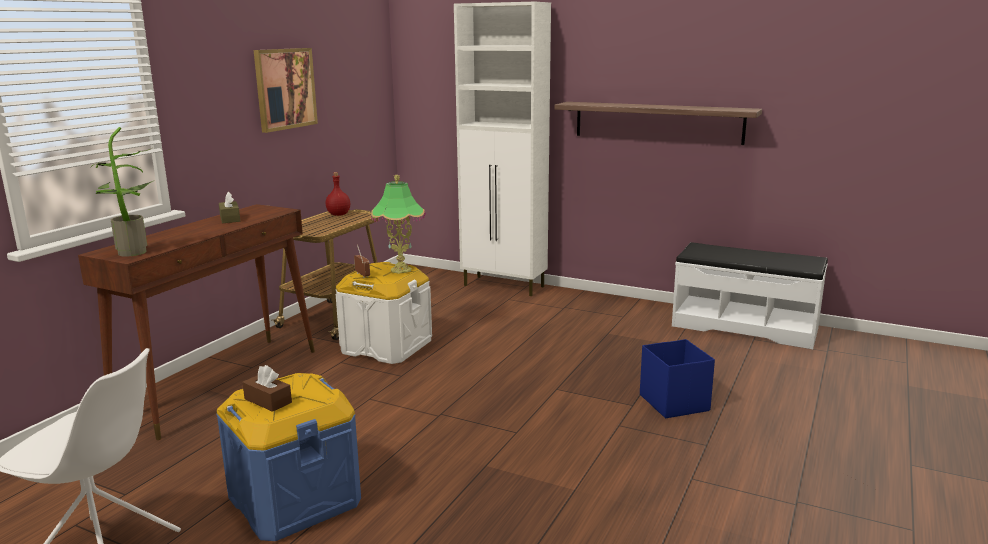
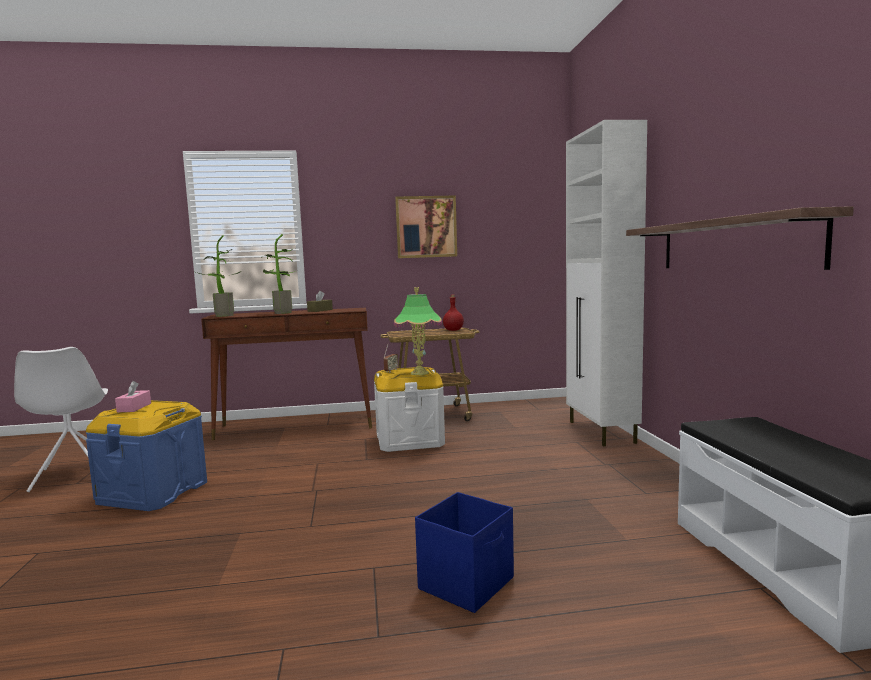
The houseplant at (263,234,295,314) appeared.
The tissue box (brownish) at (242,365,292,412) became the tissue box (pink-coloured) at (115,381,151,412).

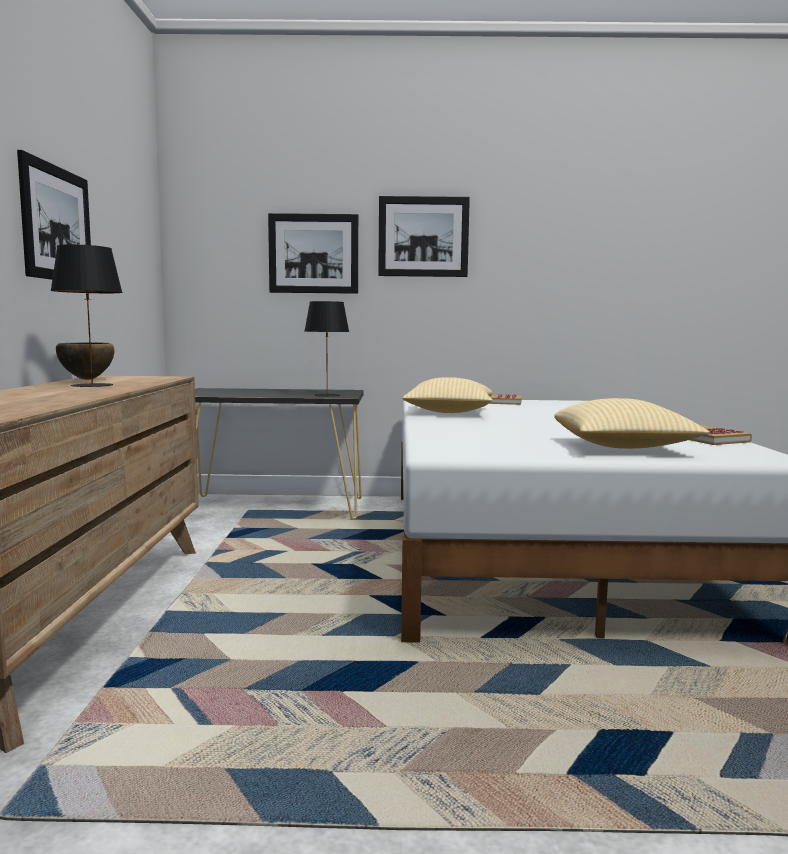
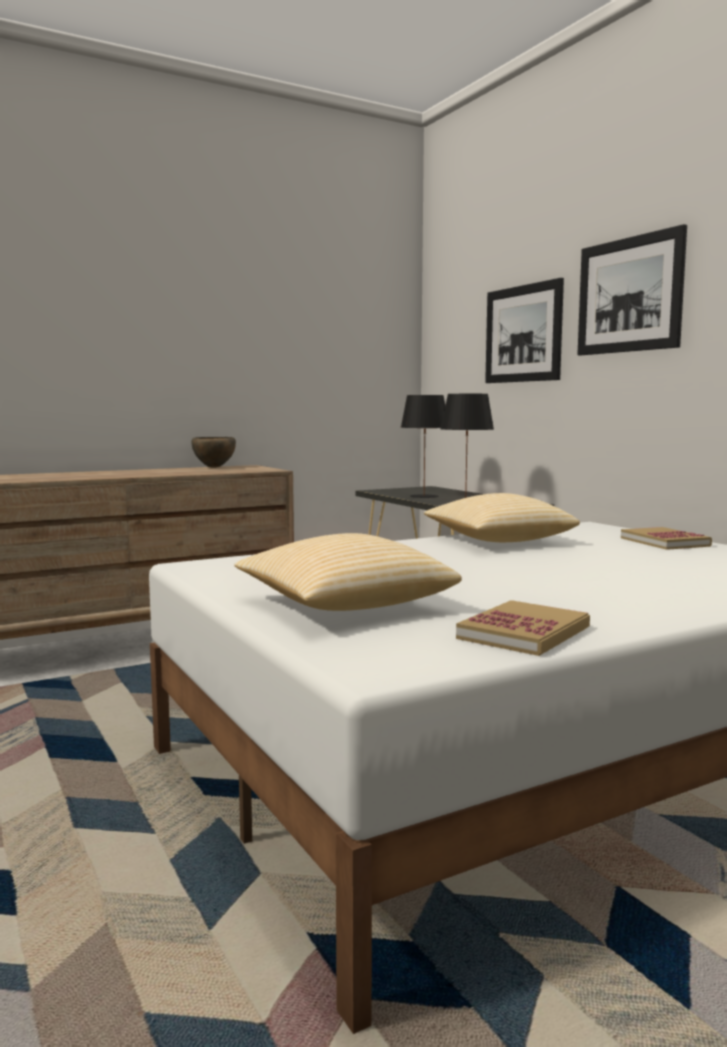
The wall art at (17,150,91,280) disappeared.
The tabletop lamp (black) moved from (50,244,123,387) to (401,395,445,498).

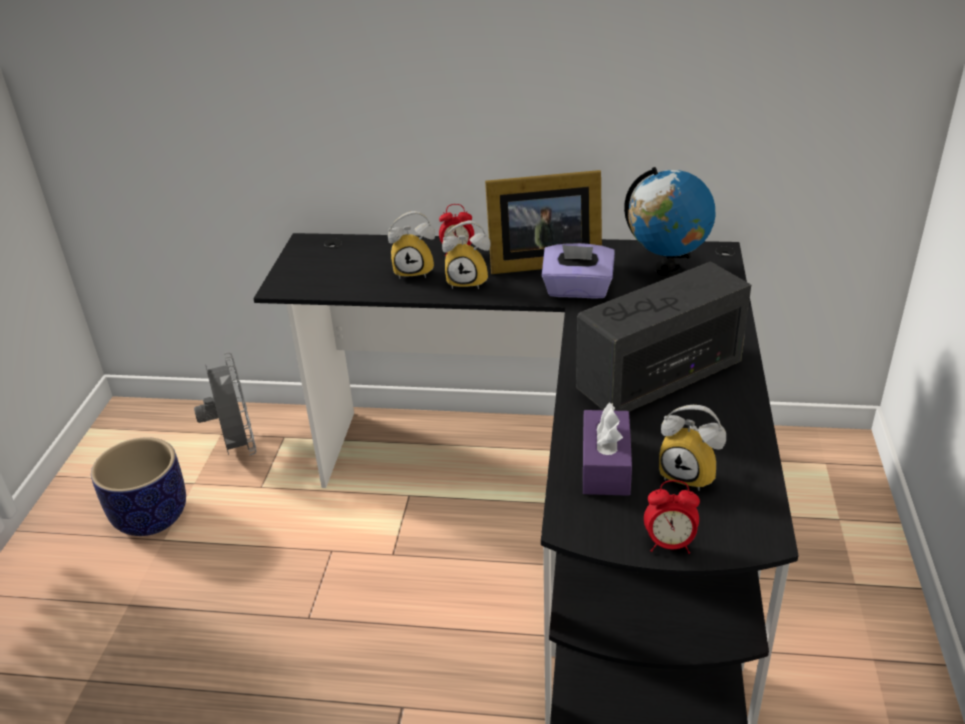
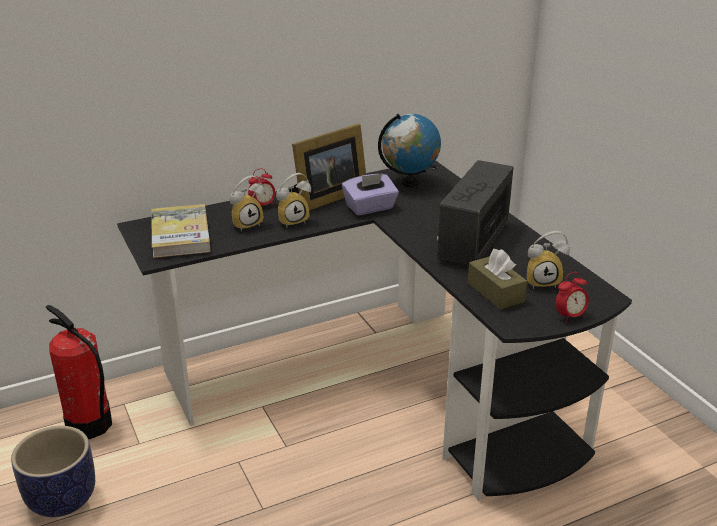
The book at (152,204,211,258) appeared.
The fan (greyish) at (194,352,256,455) was replaced by the extinguisher at (46,305,112,439).
The tissue box (purple) at (583,403,632,496) became the tissue box (brownish) at (468,249,527,310).

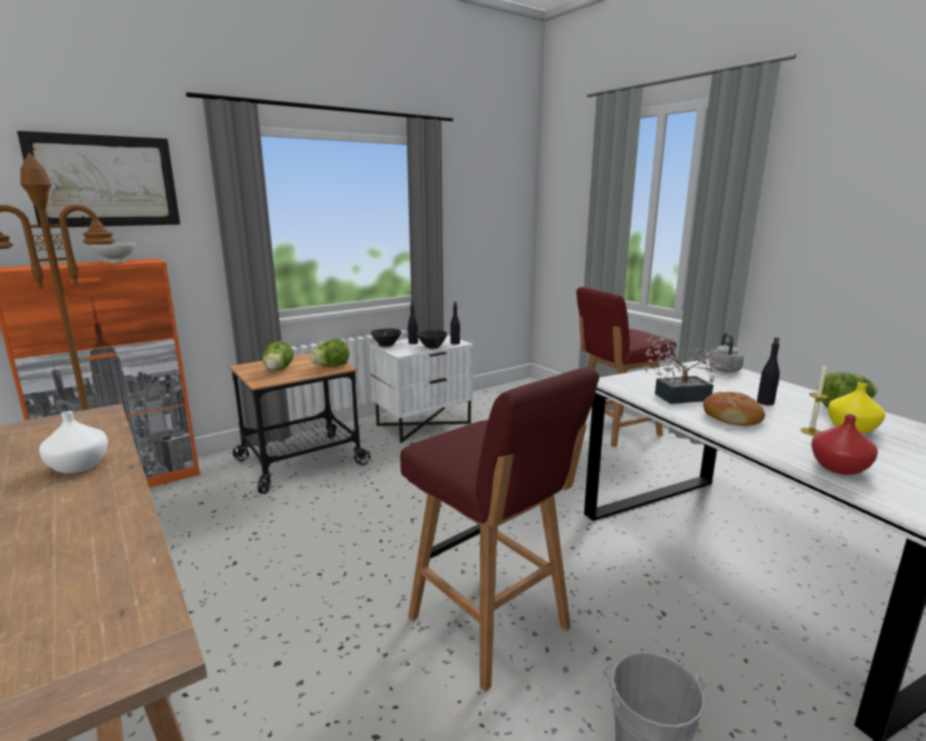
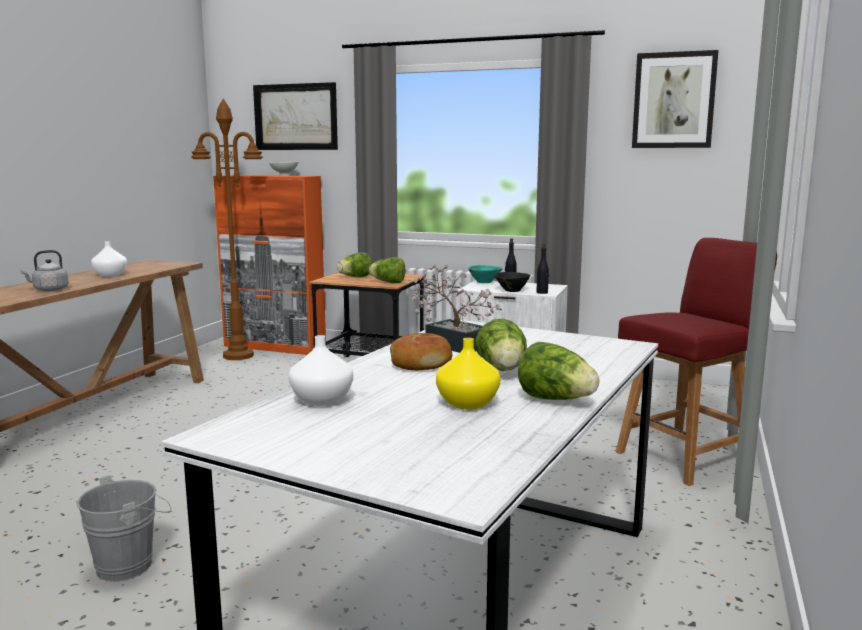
The stool seat (red) at (400,367,599,691) disappeared.
The candle at (800,363,829,436) disappeared.
The wall art at (632,50,719,148) appeared.
The water kettle (greyish) moved from (709,333,744,372) to (20,250,69,291).
The bottle (black) at (757,337,780,405) was replaced by the lettuce at (475,318,527,371).
The serving bowl (black) at (371,328,402,347) became the serving bowl (turquoise-coloured) at (468,265,502,283).
The vase (red) at (811,414,878,475) became the vase (whitish) at (289,335,353,406).
The chair (red) at (576,287,676,447) turned 120 degrees clockwise.

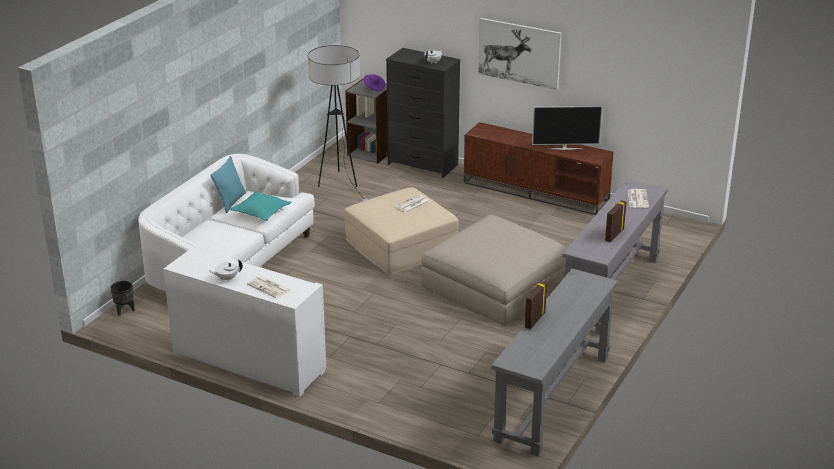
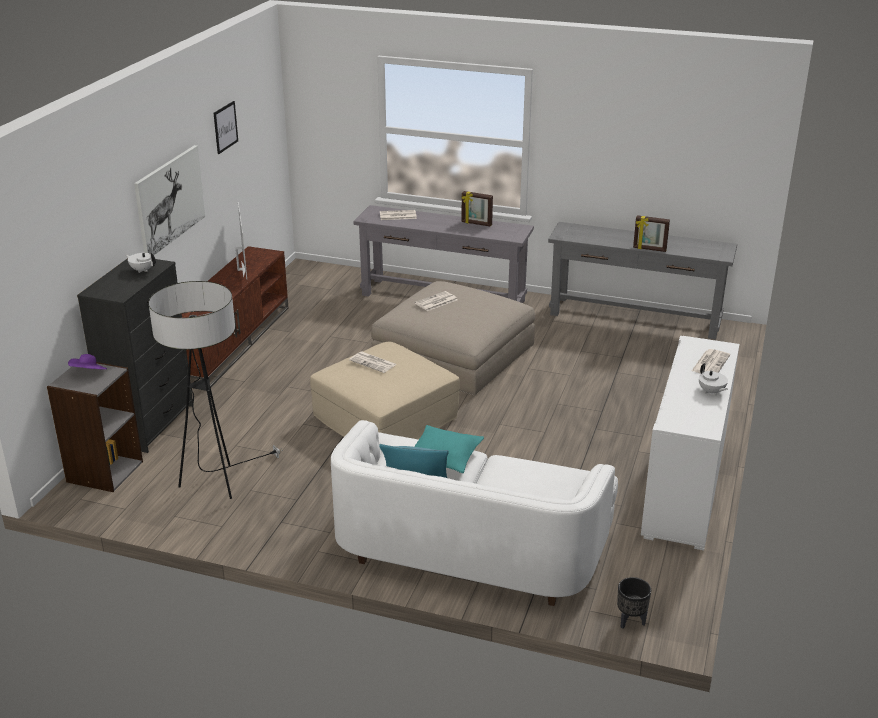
The wall art at (214,101,238,154) appeared.
The printed paper at (415,291,457,311) appeared.

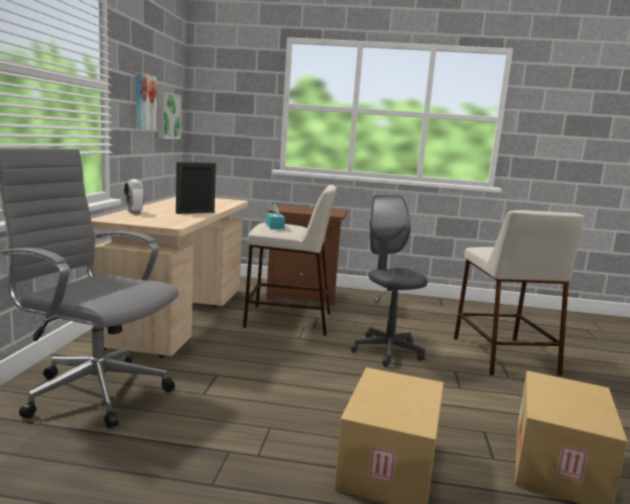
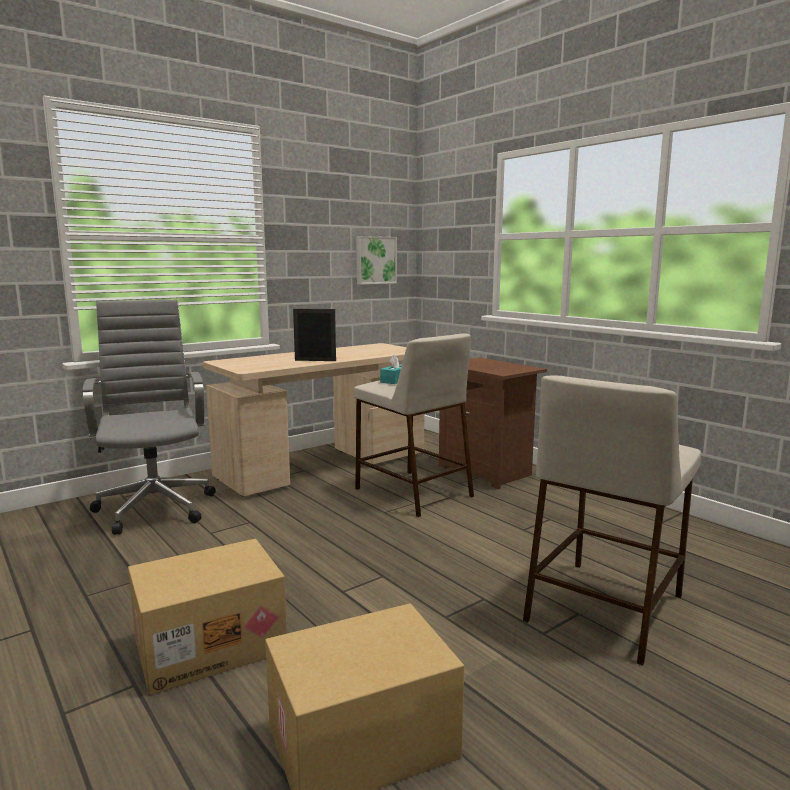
The bedside clock at (124,179,145,214) disappeared.
The wall art at (136,72,157,130) disappeared.
The office chair (greyish) at (350,195,428,367) disappeared.

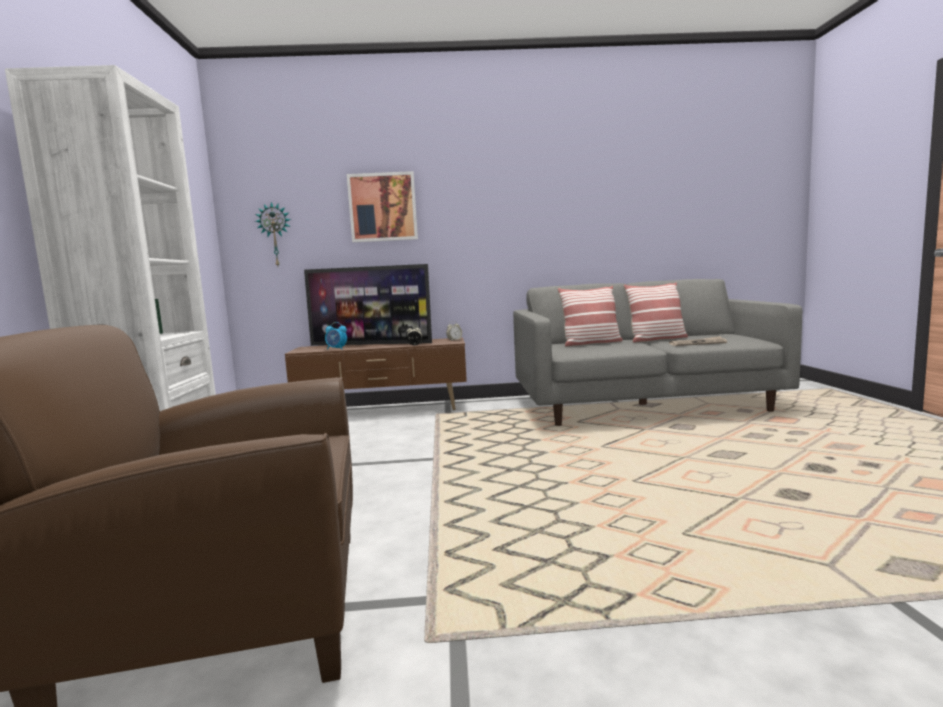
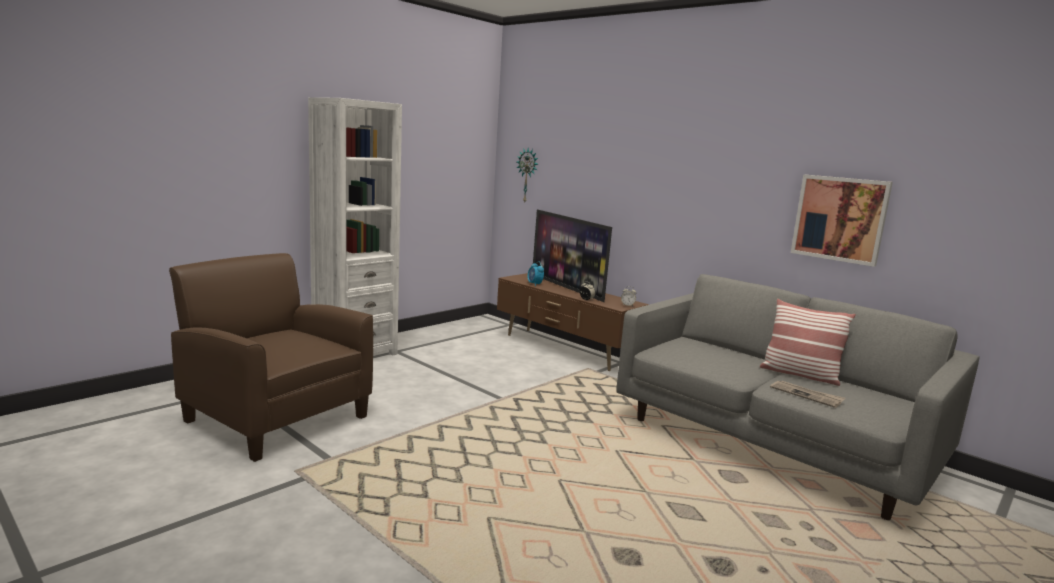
The cushion at (557,286,623,347) disappeared.
The wall art moved from (347,171,418,242) to (791,175,893,267).

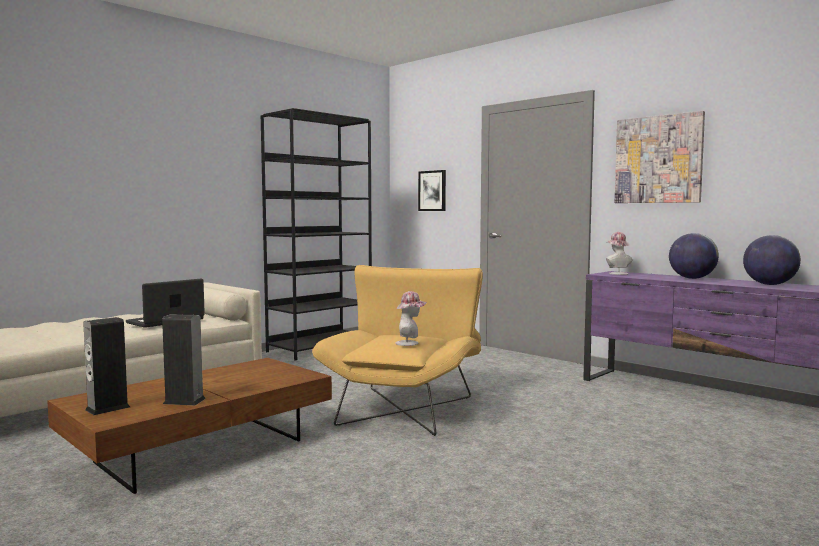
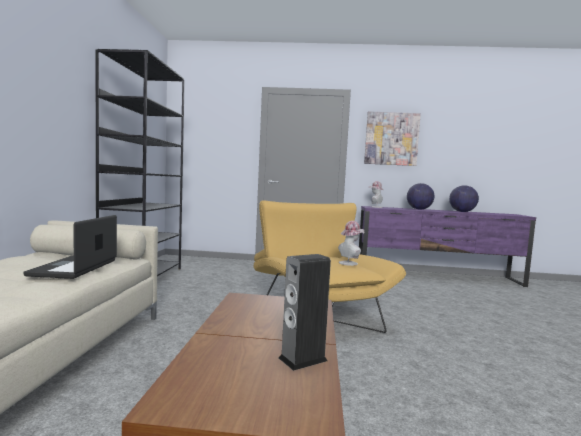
The speaker at (83,317,130,415) disappeared.
The wall art at (418,170,446,211) disappeared.

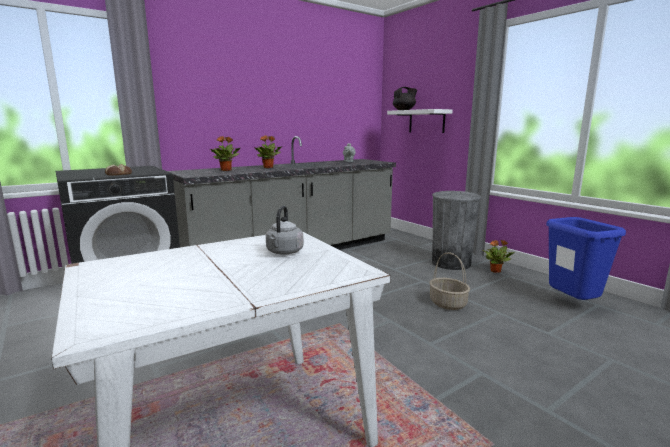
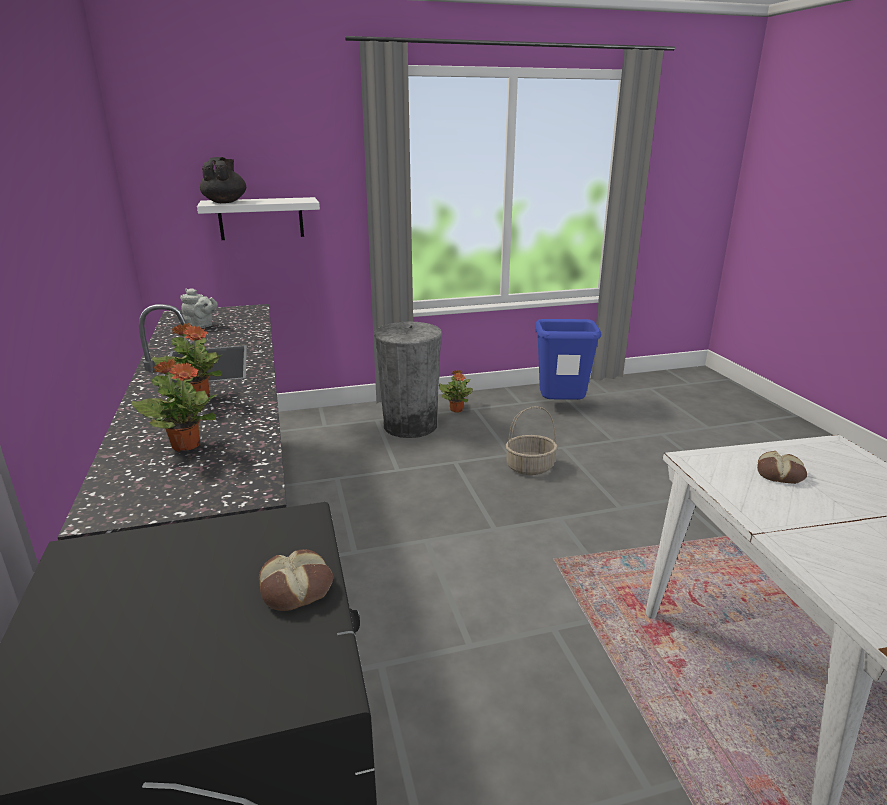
The water kettle (greyish) at (266,206,303,255) was replaced by the baked bread at (757,451,807,484).

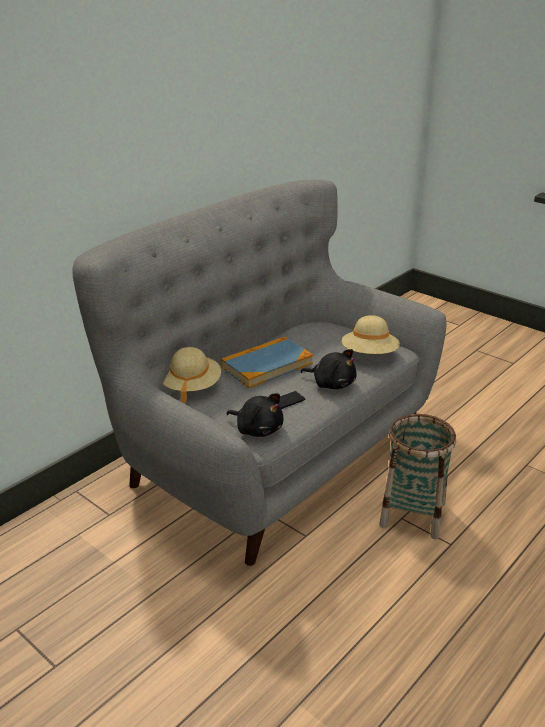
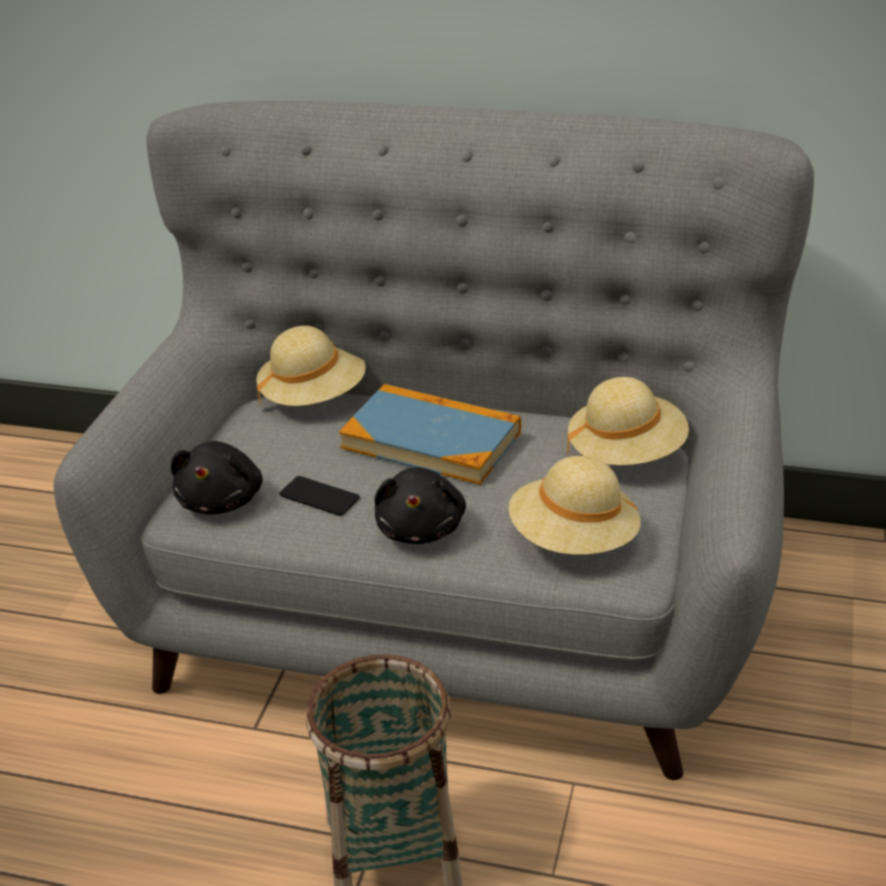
The clothing hat (sand-coloured) at (567,377,689,465) appeared.

